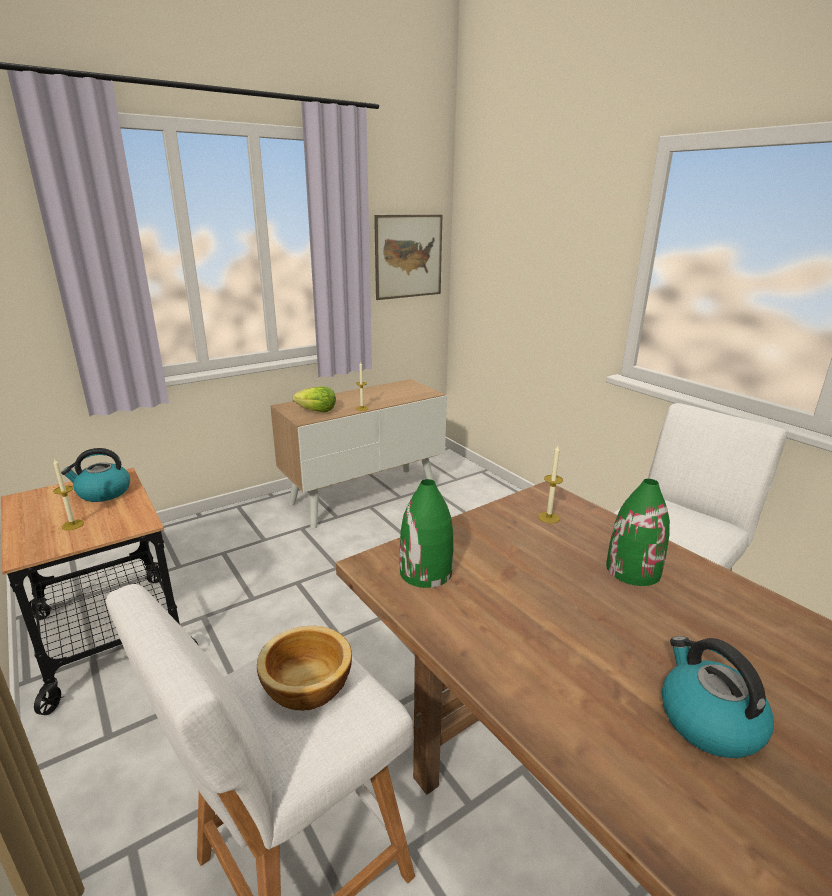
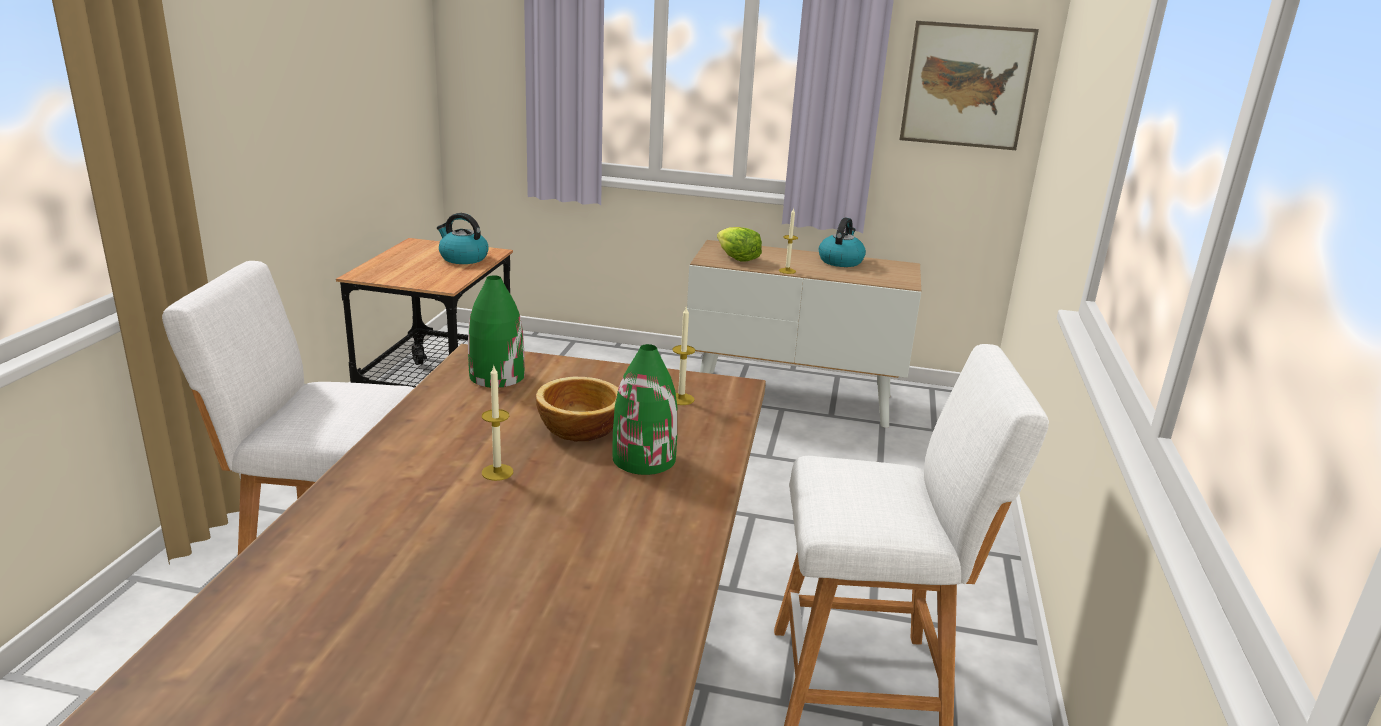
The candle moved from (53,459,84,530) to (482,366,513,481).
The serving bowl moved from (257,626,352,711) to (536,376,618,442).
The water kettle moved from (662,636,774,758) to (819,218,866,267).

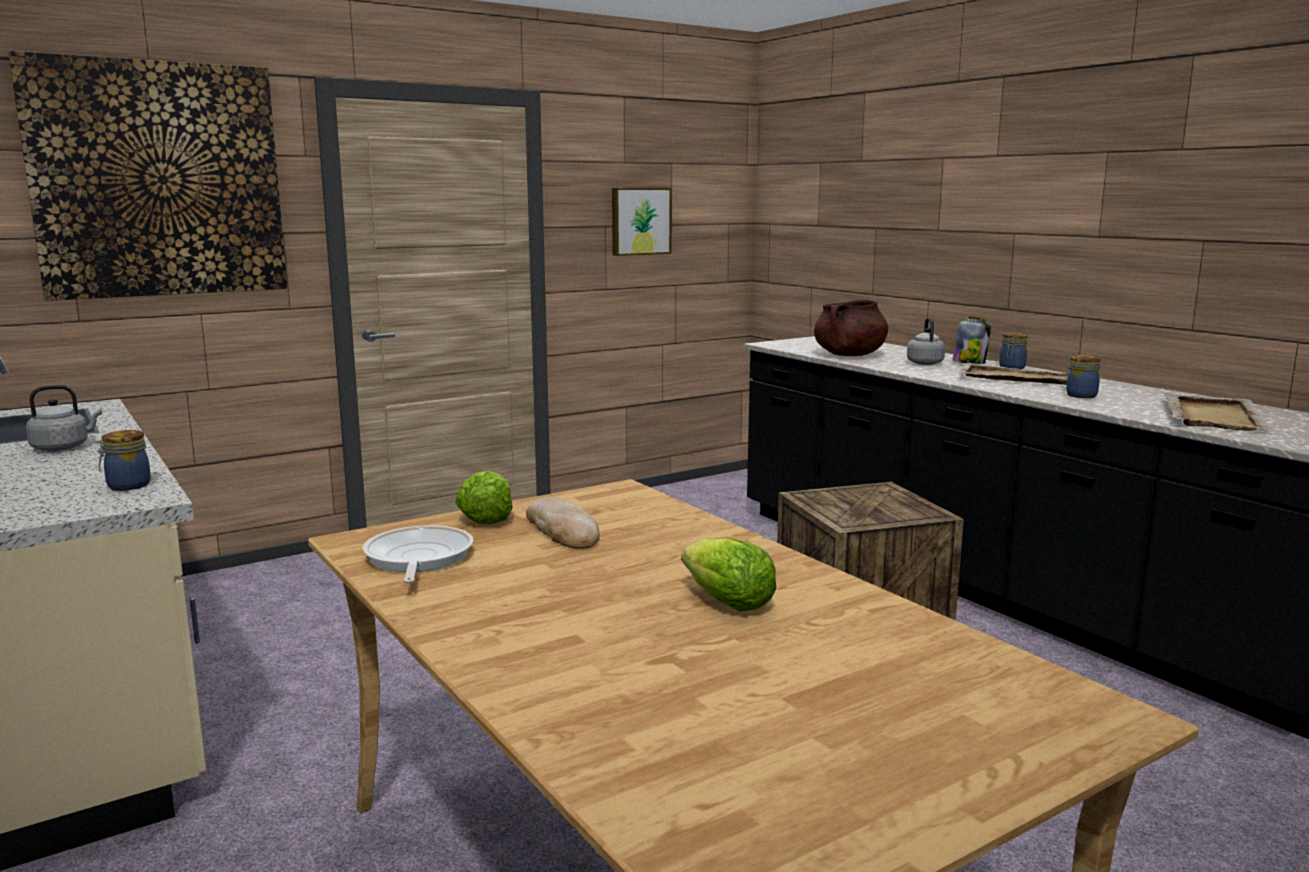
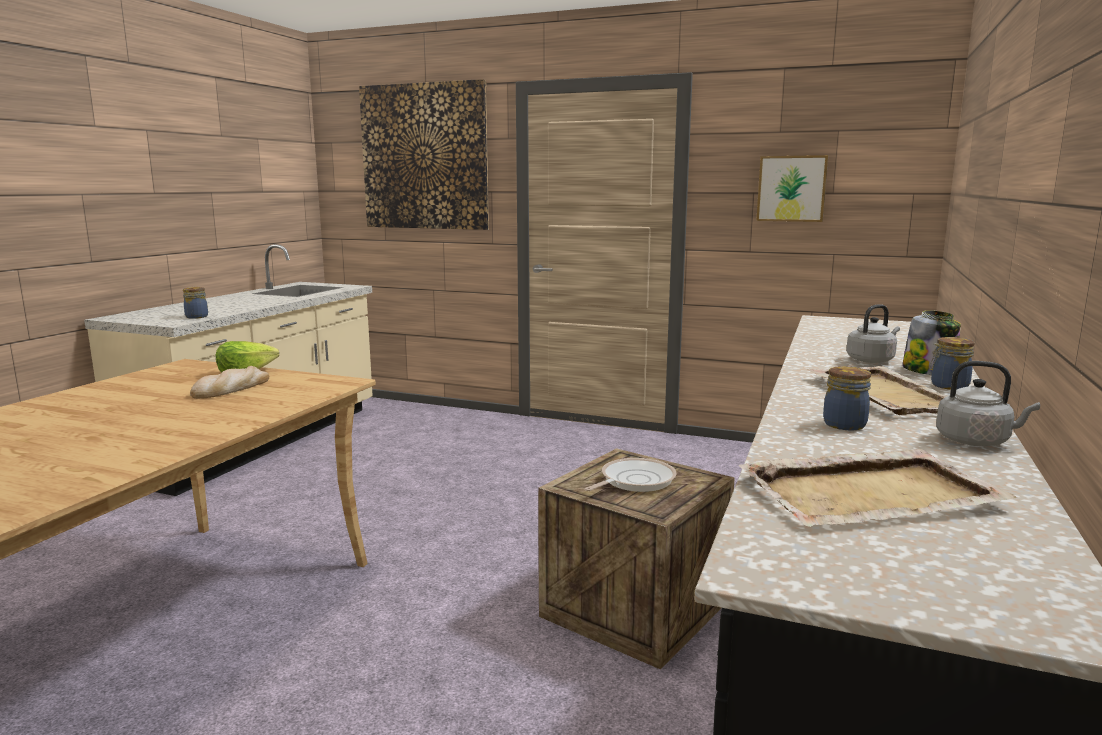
The lettuce at (681,538,776,611) disappeared.
The stockpot (brownish) at (814,299,888,356) disappeared.
The water kettle (greyish) moved from (26,385,102,451) to (936,361,1040,446).
The skillet moved from (363,525,473,583) to (585,458,677,492).

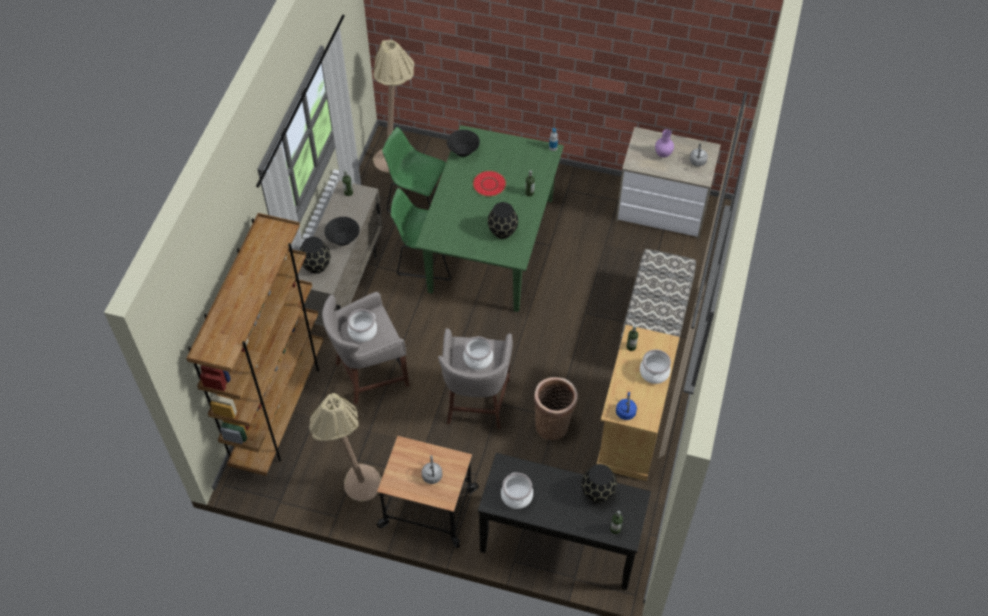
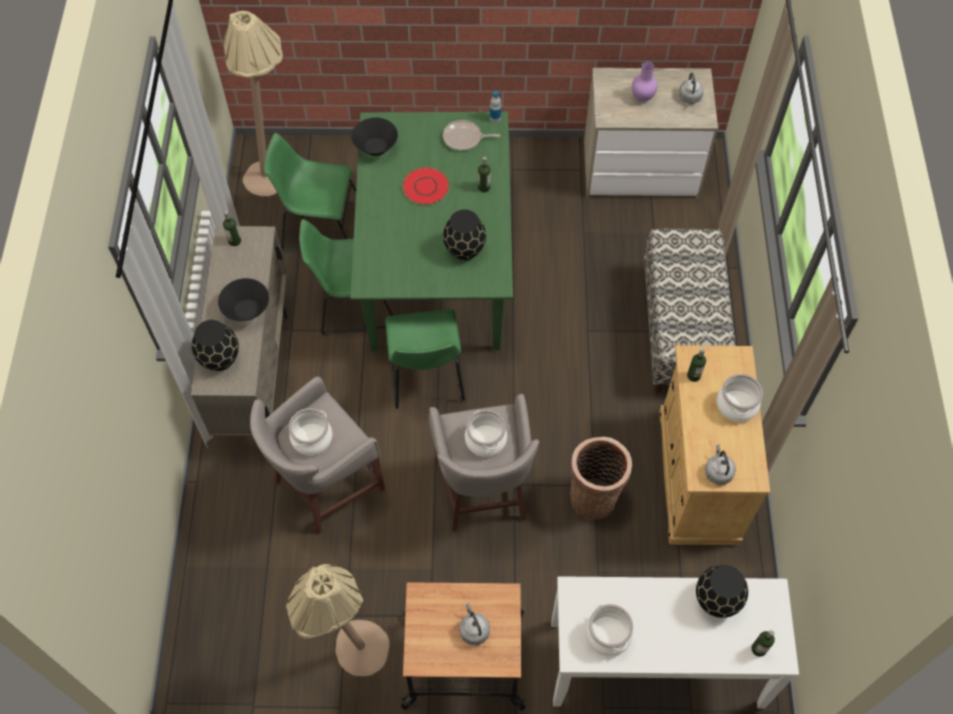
The bookshelf (brownish) at (186,213,324,476) disappeared.
The chair (green-coloured) at (385,309,465,409) appeared.
The skillet at (443,120,501,151) appeared.
The console table (black) at (478,453,651,590) became the console table (whitish) at (551,576,799,709).
The water kettle (blue-coloured) at (616,392,637,420) became the water kettle (greyish) at (705,444,736,485).

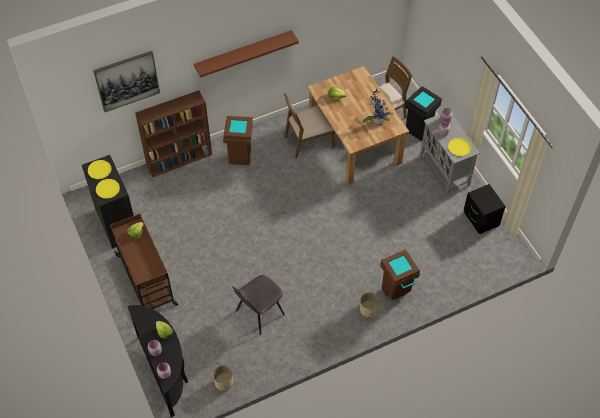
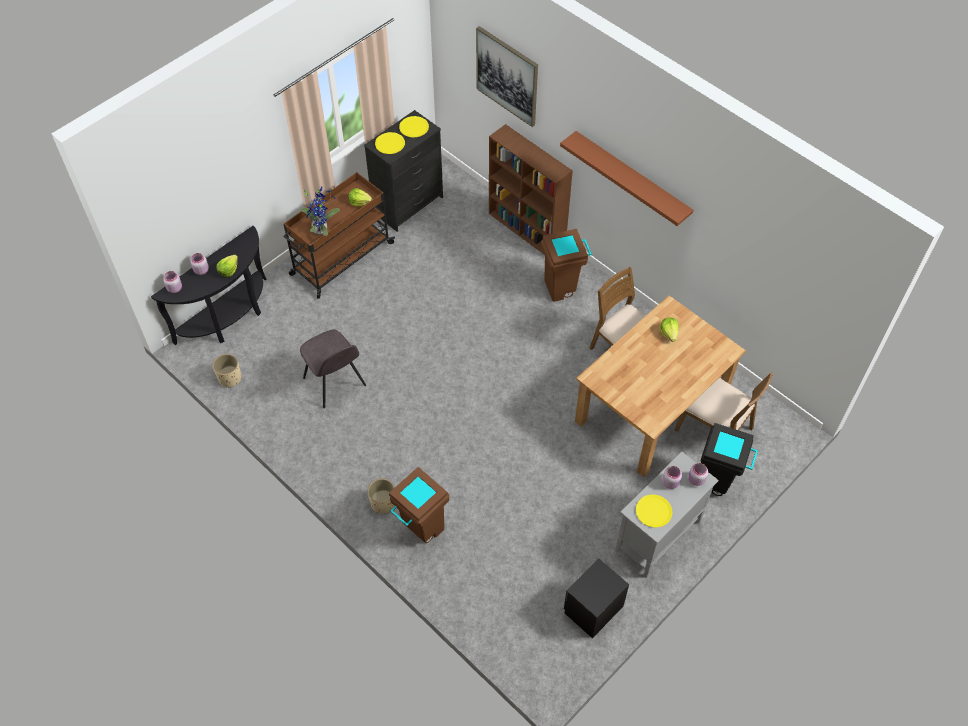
The houseplant moved from (363,89,394,126) to (301,186,340,236).
The chair (greyish) at (232,275,285,335) turned 150 degrees counterclockwise.

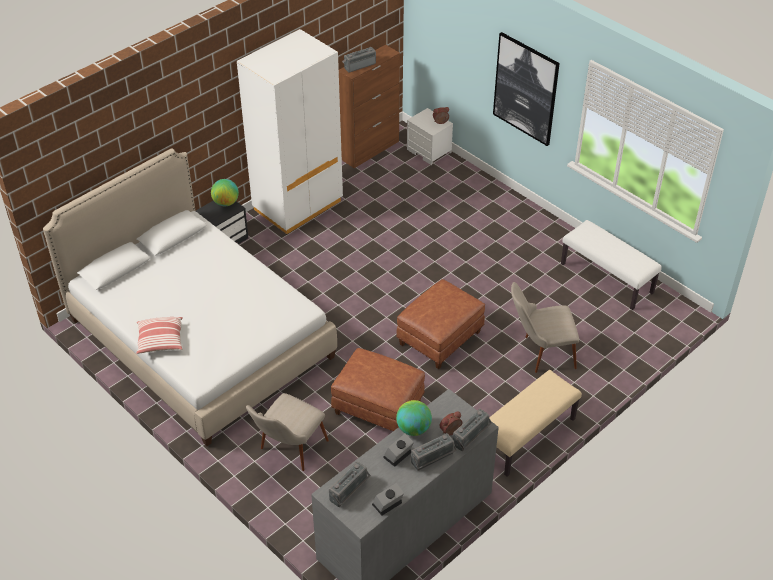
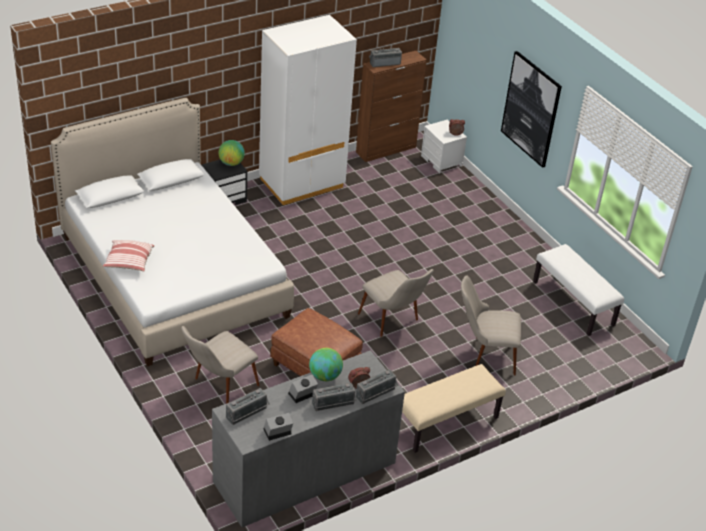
The footrest (brownish) at (396,279,485,369) was replaced by the chair (sand-coloured) at (358,269,434,337).

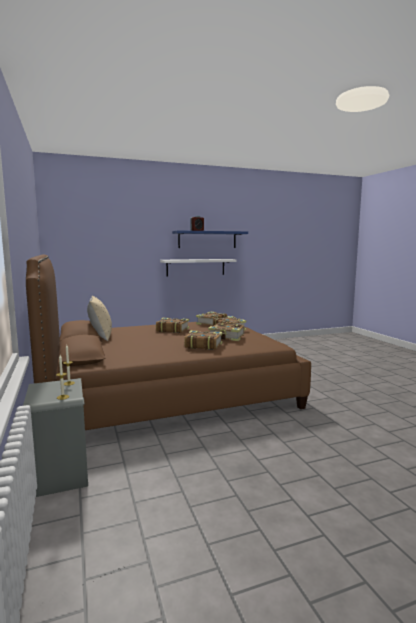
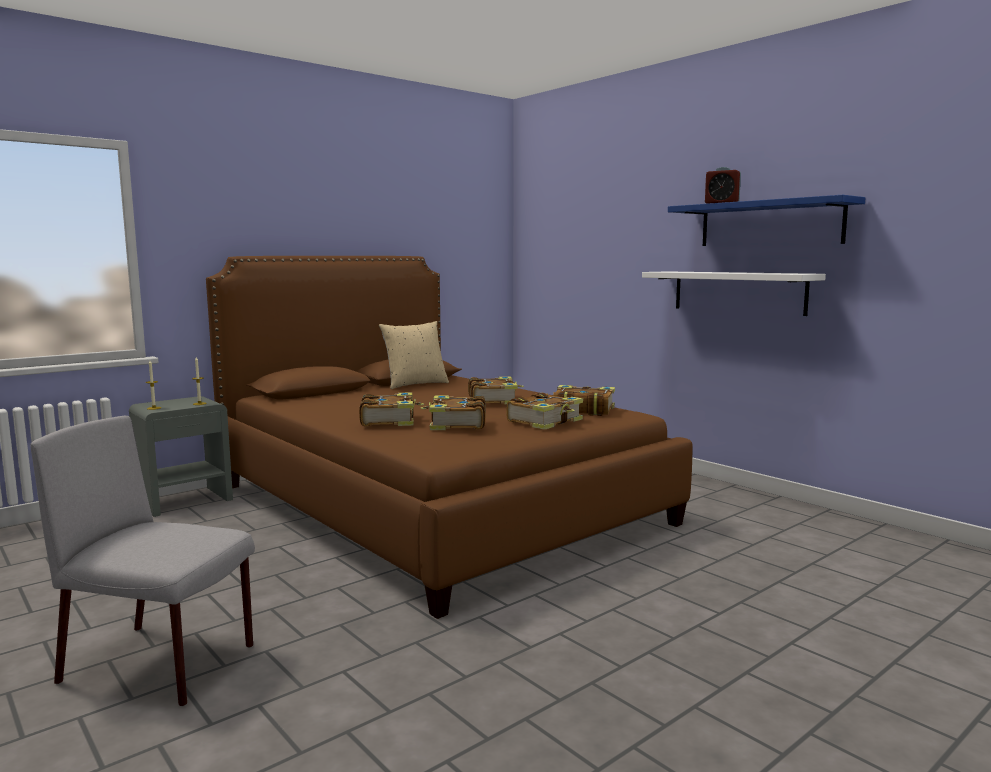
The chair (greyish) at (30,416,255,707) appeared.

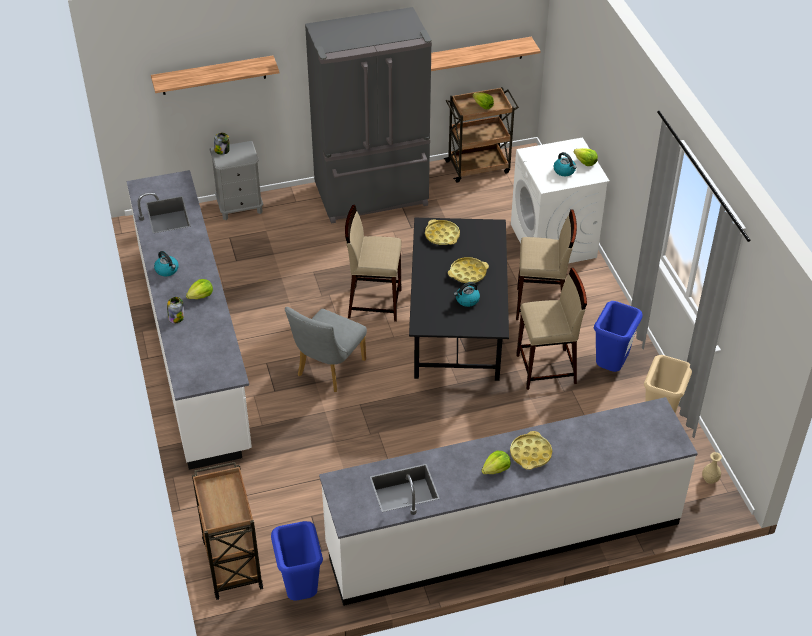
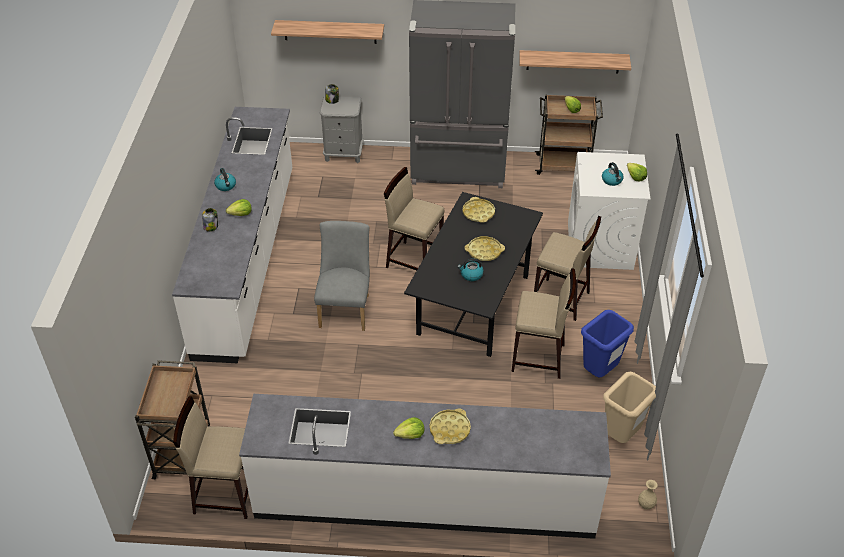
The rubbish bin (blue-coloured) at (271,521,323,601) was replaced by the stool seat (sand-coloured) at (173,396,248,519).
The chair (greyish) at (285,307,367,392) turned 135 degrees clockwise.

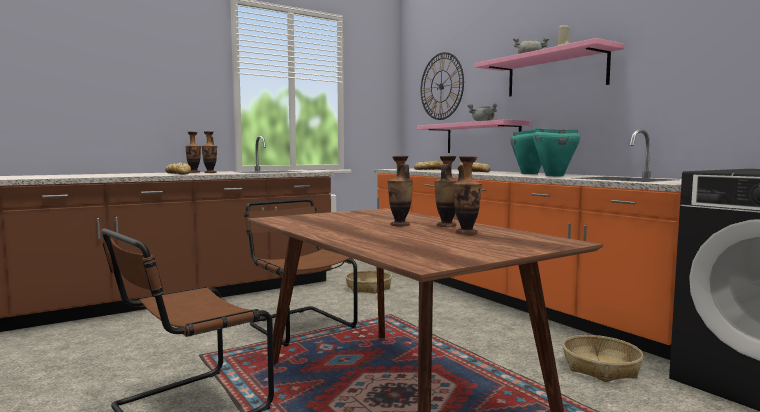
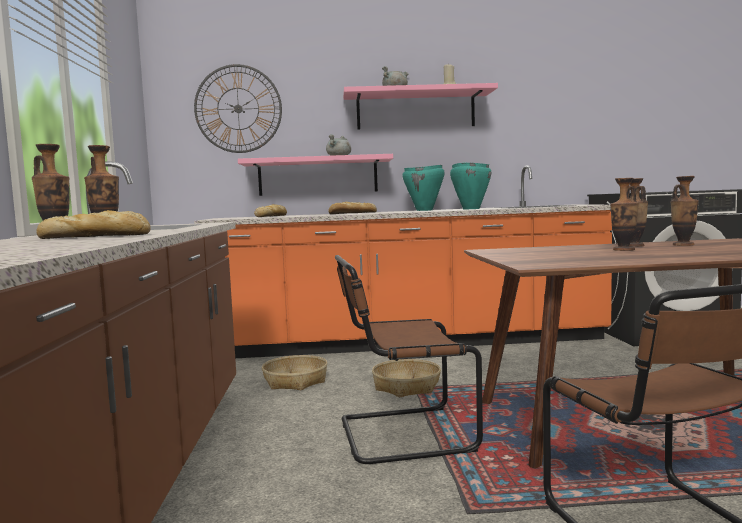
The storage basket moved from (563,335,643,382) to (372,359,441,398).

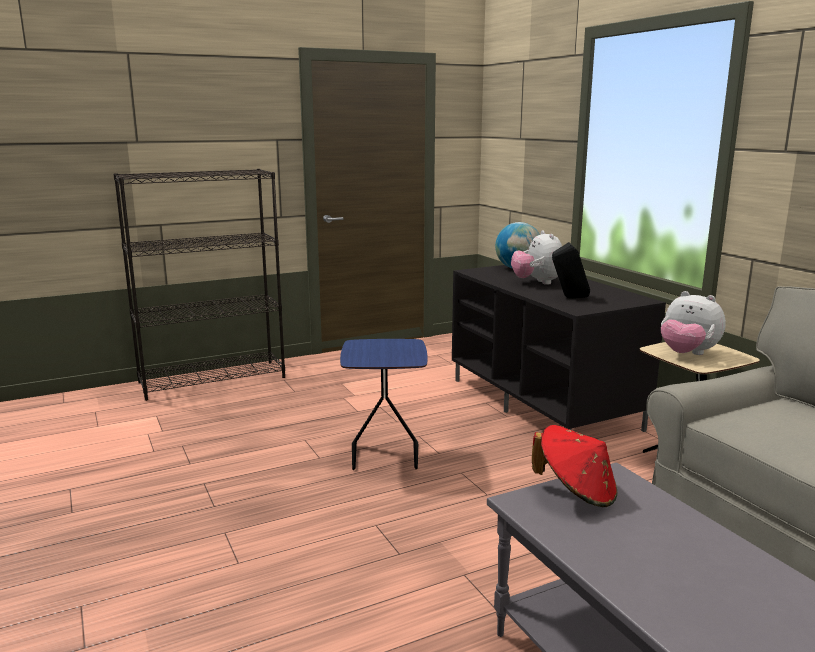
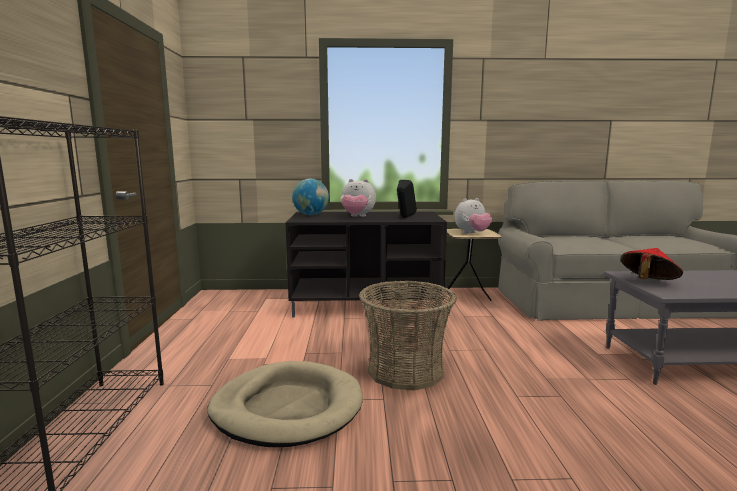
The dog bed (sand-coloured) at (207,361,363,447) appeared.
The accent table (blue-coloured) at (340,339,427,470) was replaced by the storage basket at (359,280,457,390).

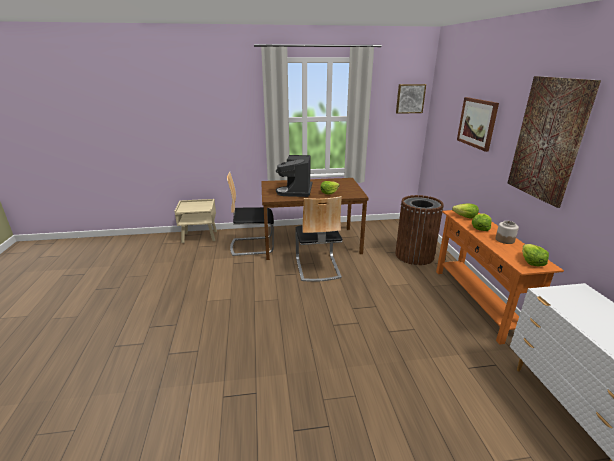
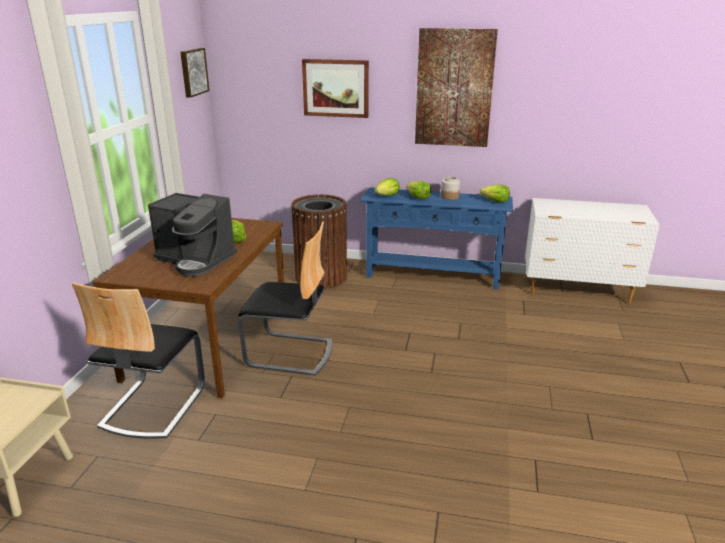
The console table (orange) at (436,210,564,345) became the console table (blue-coloured) at (361,188,513,289).

